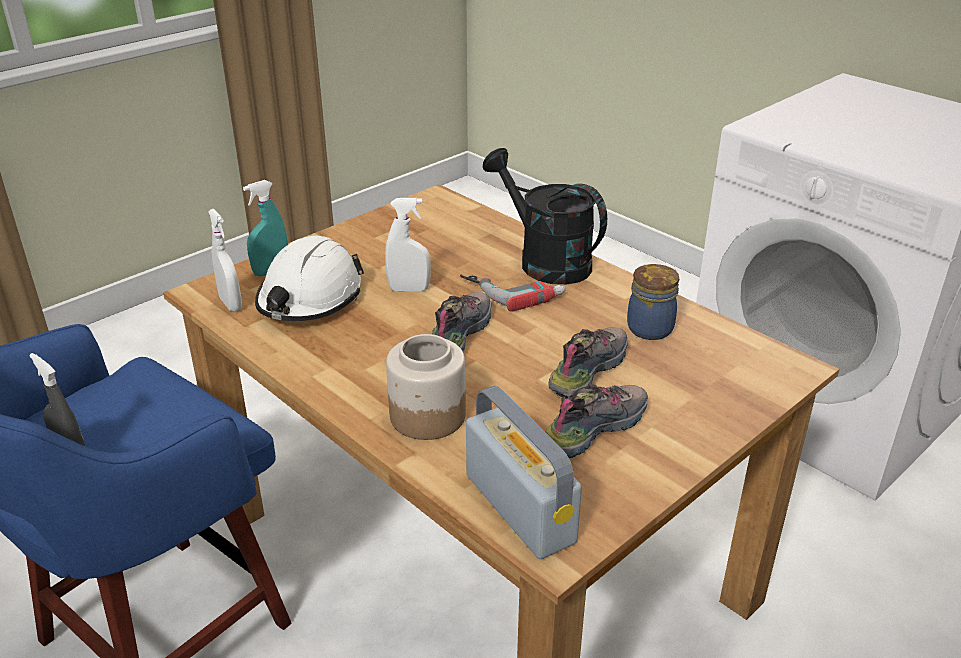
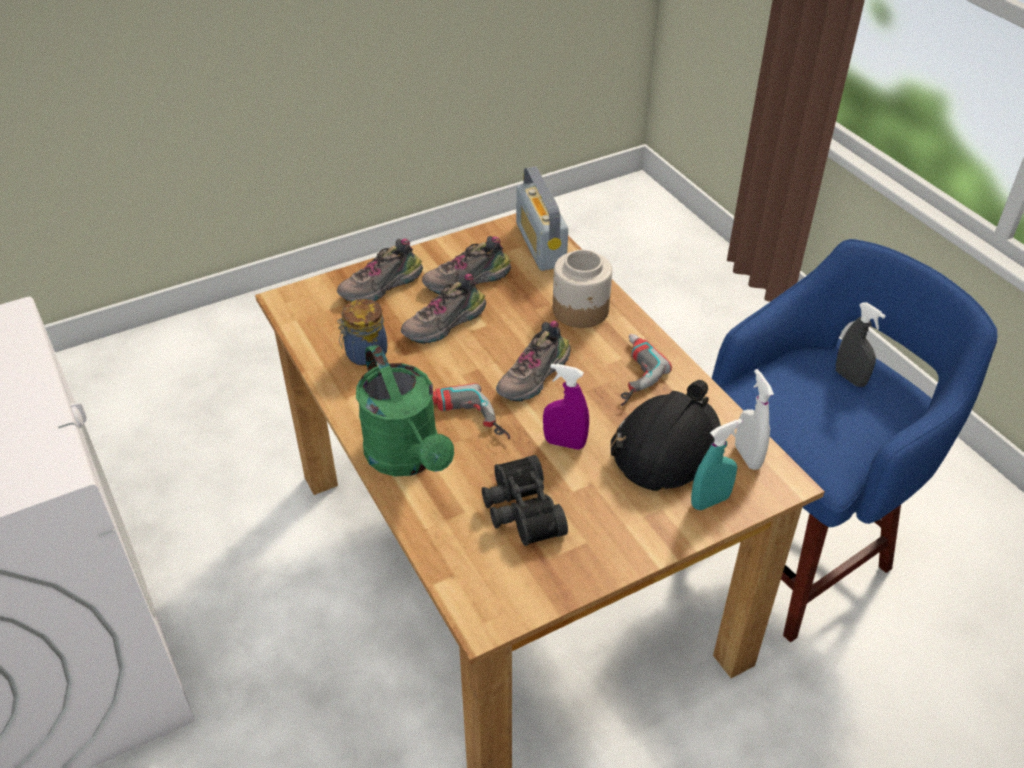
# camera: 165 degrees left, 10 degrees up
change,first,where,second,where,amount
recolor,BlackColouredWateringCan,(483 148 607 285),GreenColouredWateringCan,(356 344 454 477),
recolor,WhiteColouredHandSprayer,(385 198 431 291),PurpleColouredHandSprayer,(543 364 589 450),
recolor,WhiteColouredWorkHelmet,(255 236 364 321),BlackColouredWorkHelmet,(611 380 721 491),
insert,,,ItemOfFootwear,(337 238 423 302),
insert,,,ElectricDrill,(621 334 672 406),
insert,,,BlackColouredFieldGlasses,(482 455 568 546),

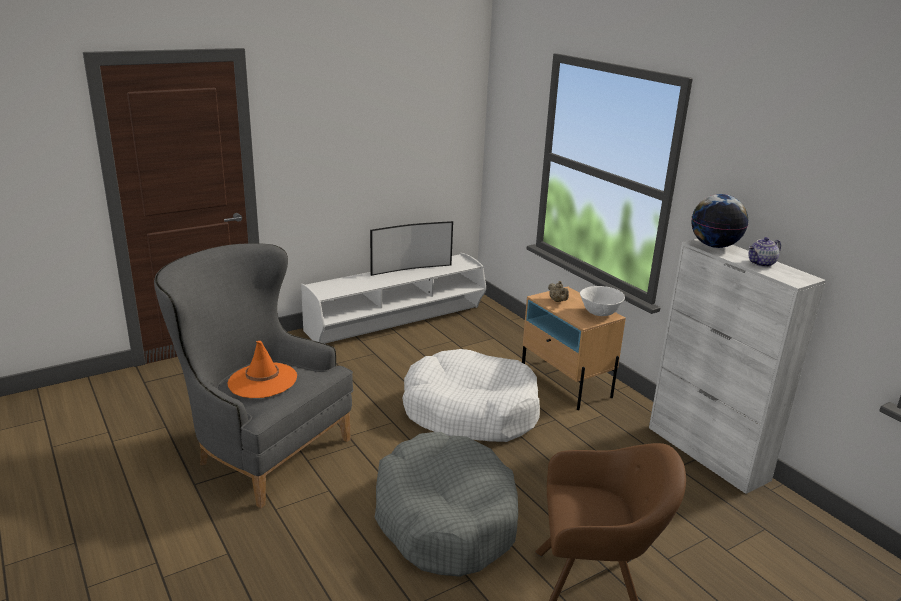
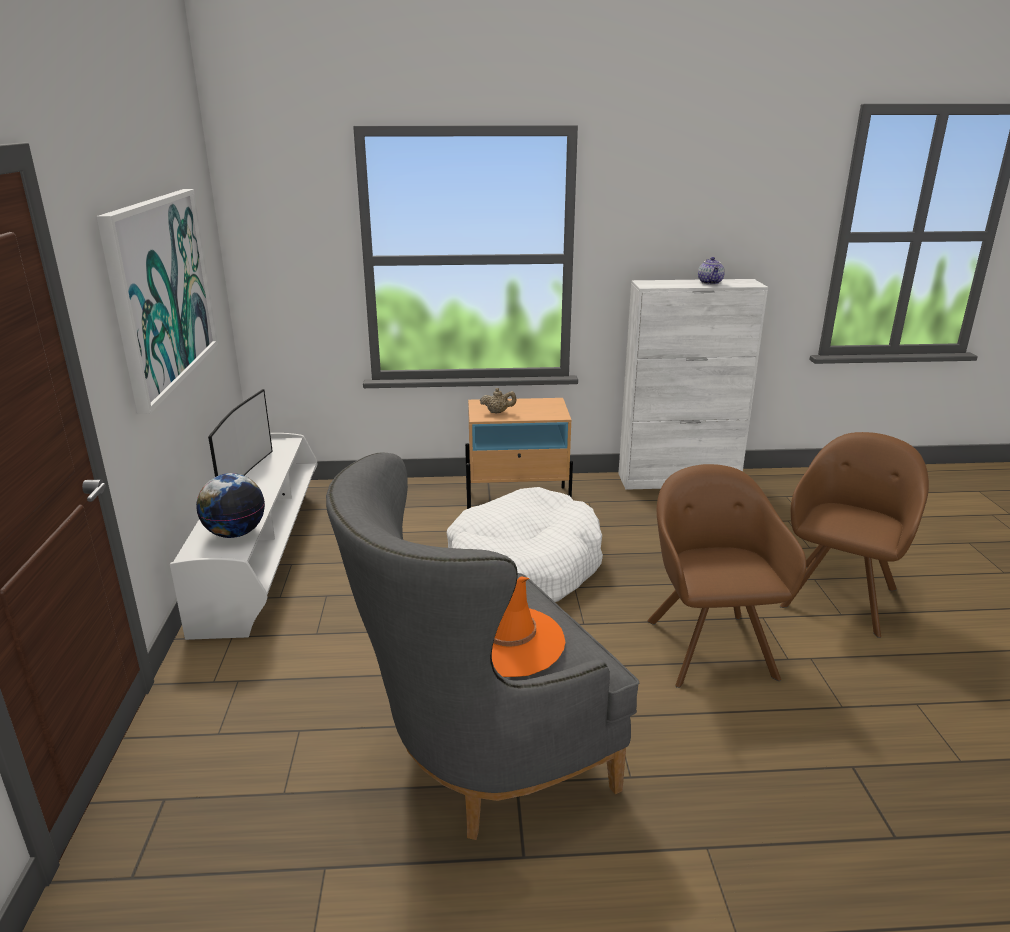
# camera: 60 degrees left, 0 degrees up
change,first,where,second,where,amount
move,Globe,(692 194 748 248),,(196 473 265 538),
delete,WhiteColouredDeepDish,(580 286 625 316),,,
replace,GreyPetBed,(374 432 518 577),BrownColouredLoungeChair,(647 464 806 688),
insert,,,WallPicture,(96 189 218 414),

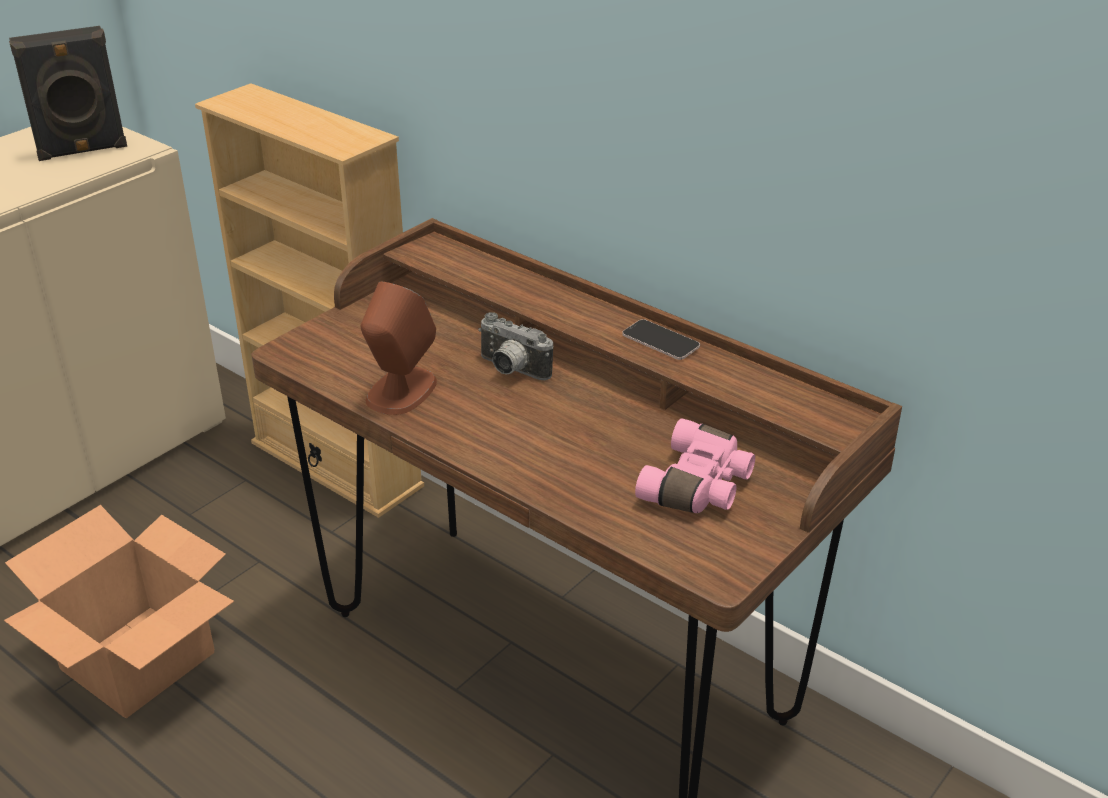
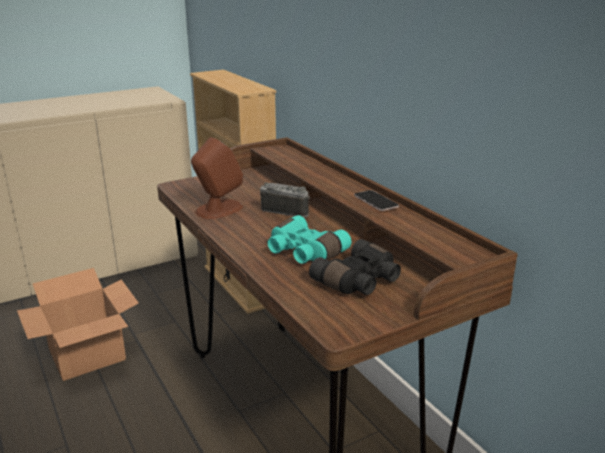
# camera: 20 degrees right, 10 degrees down
change,first,where,second,where,amount
delete,BlackColouredLoudspeaker,(9 26 127 161),,,
rotate,PhotoCamera,(478 312 554 380),,(260 182 310 217),150 degrees clockwise
recolor,PinkColouredFieldGlasses,(635 418 755 513),BlackColouredFieldGlasses,(309 239 401 295),
insert,,,TurquoiseFieldGlasses,(267 215 351 264),

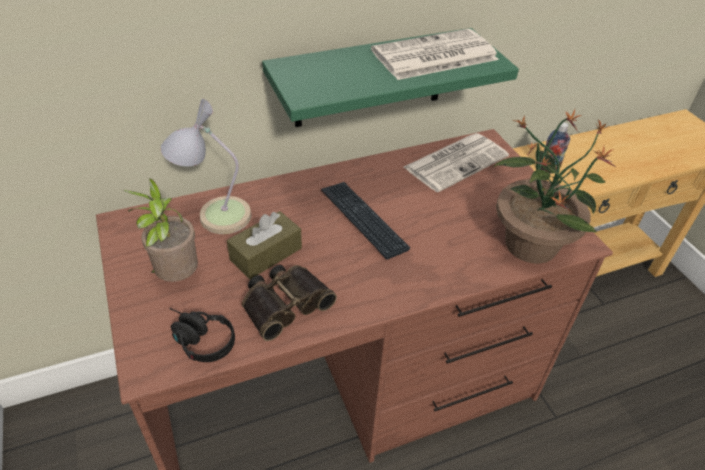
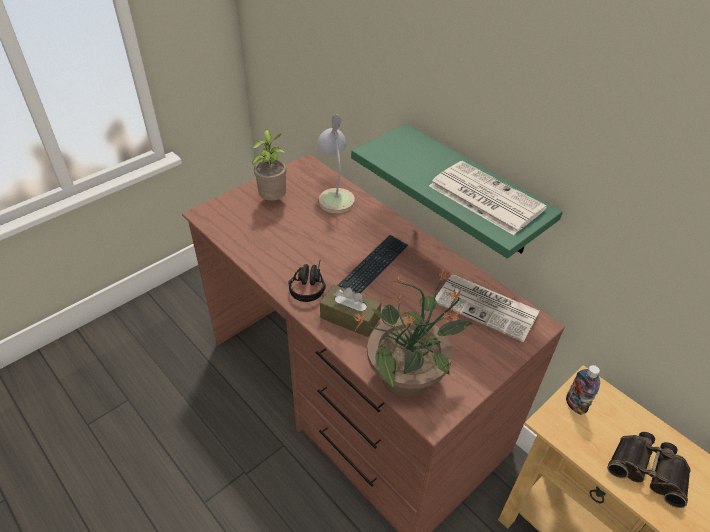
# camera: 70 degrees right, 0 degrees up
change,first,where,second,where,amount
move,BrownColouredTissueBox,(227 211 302 279),,(320 284 381 337),
move,FieldGlasses,(242 265 337 341),,(607 432 691 508),
move,BlackColouredPairOfHeadphones,(170 308 235 362),,(288 261 326 302),

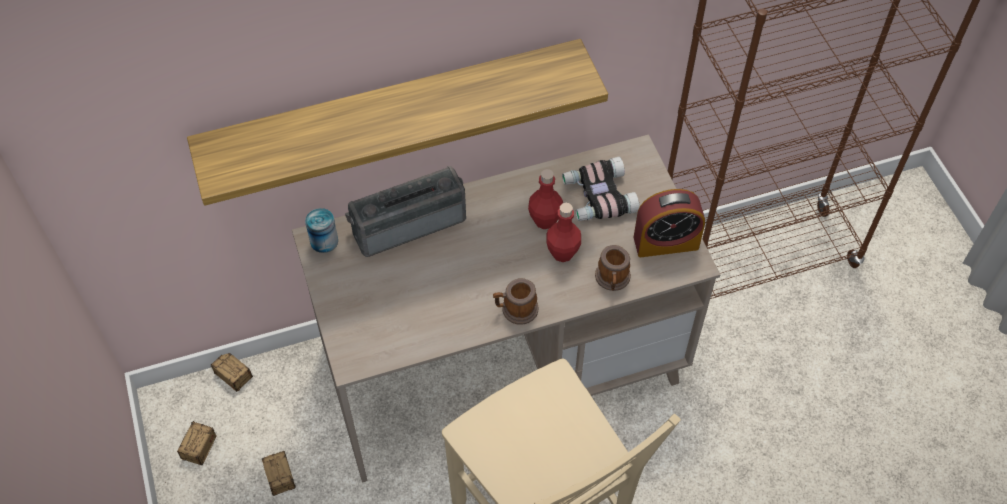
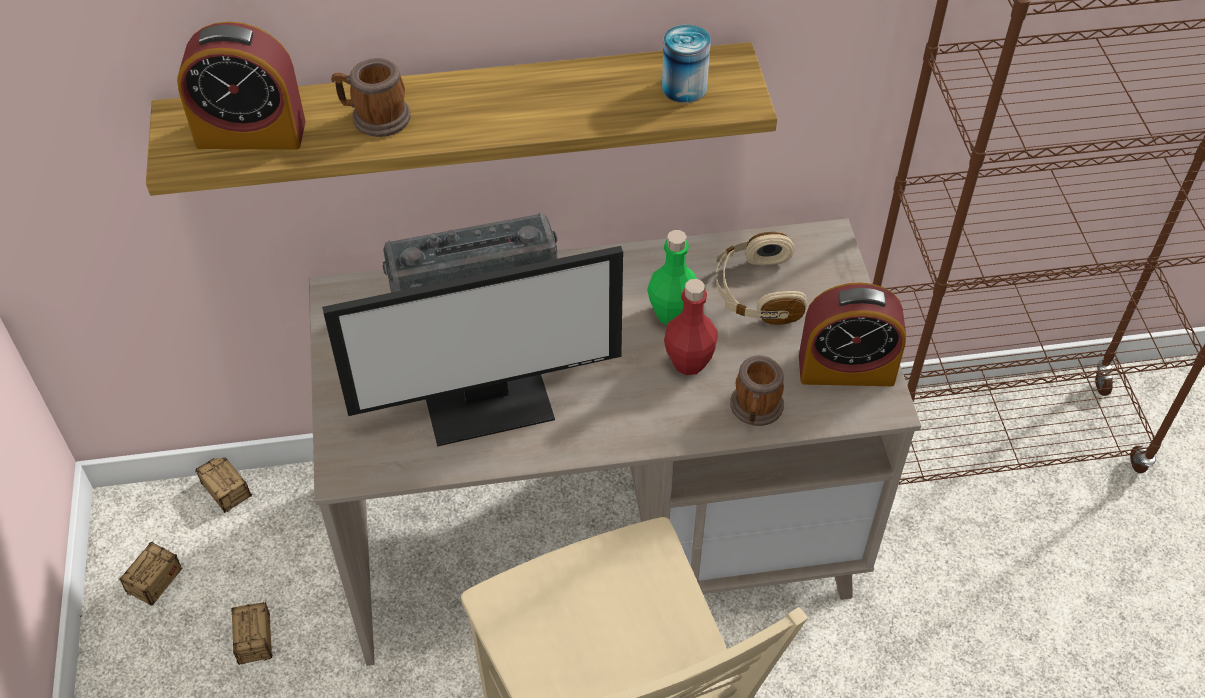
# camera: 10 degrees right, 5 degrees down
change,first,where,second,where,amount
replace,FieldGlasses,(562 157 640 221),SandColouredPairOfHeadphones,(716 232 807 325),
recolor,RedColouredBeverageBottle,(528 169 563 229),GreenColouredBeverageBottle,(647 230 697 325),
move,MetalCan,(305 208 338 253),,(662 25 711 103),
move,TeaMug,(493 278 538 325),,(331 58 411 137),
insert,,,TableClock,(177 22 305 150),
insert,,,ComputerScreen,(322 246 623 447),

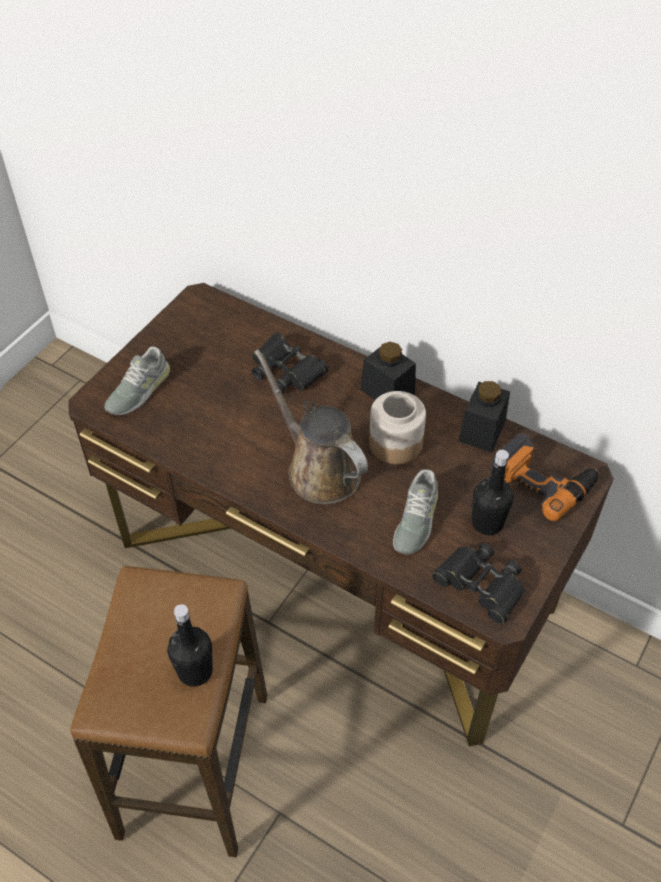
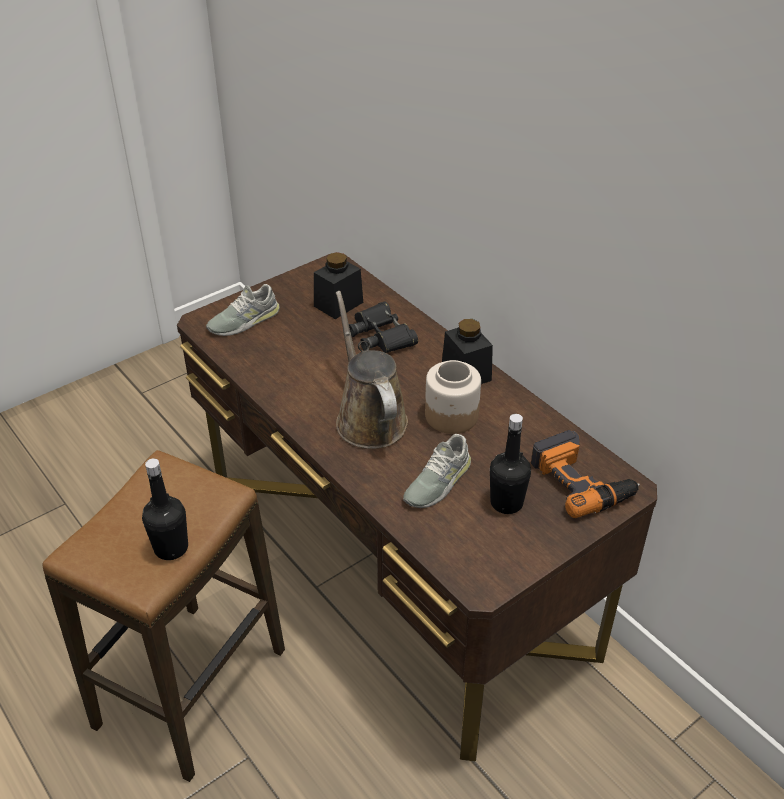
# camera: 20 degrees right, 10 degrees down
change,first,where,second,where,amount
move,BlackColouredJar,(458 381 510 452),,(314 252 363 319),
delete,BlackColouredFieldGlasses,(432 543 525 624),,,

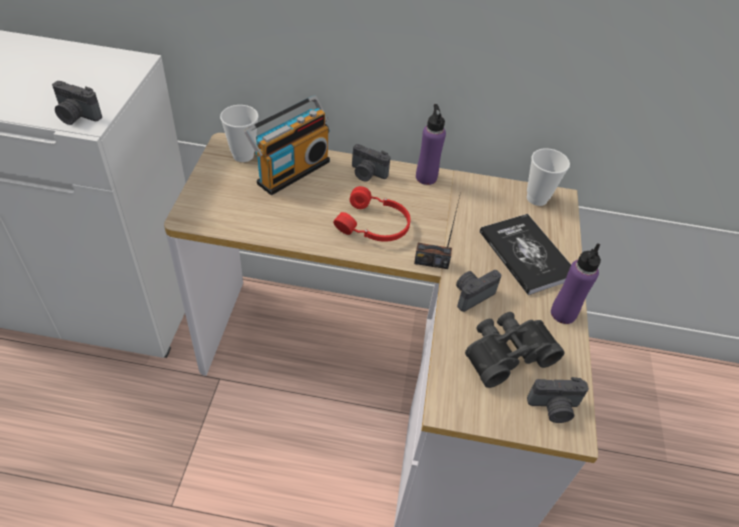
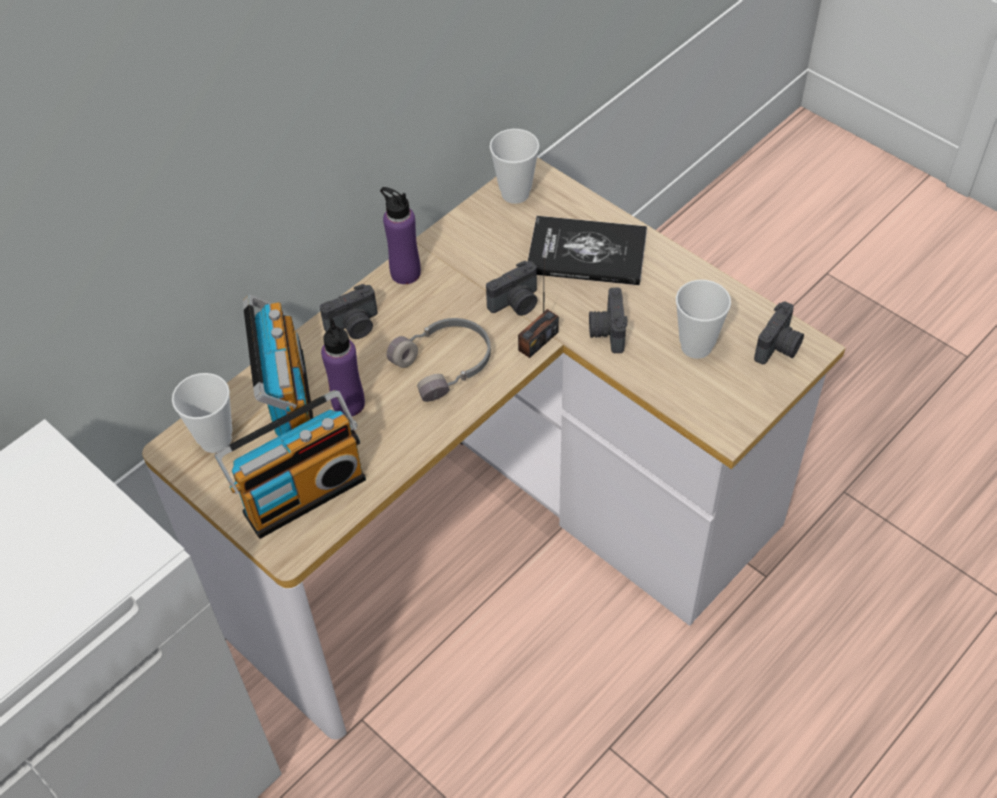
# camera: 50 degrees left, 5 degrees up
change,first,where,second,where,amount
move,PhotoCamera,(52 81 102 125),,(486 261 537 316),
recolor,RedColouredPairOfHeadphones,(333 186 411 242),GreyPairOfHeadphones,(387 318 491 402),
move,PurpleColouredBeverageBottle,(551 244 601 324),,(321 318 365 416),
replace,BlackColouredFieldGlasses,(465 312 564 388),DrinkingCup,(676 280 731 359),
insert,,,Radio,(214 390 366 539),

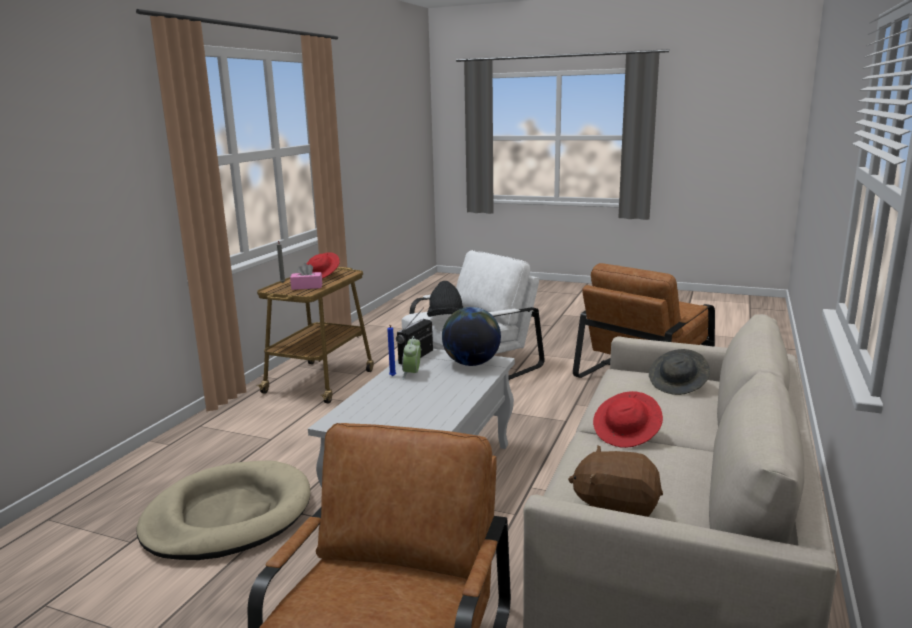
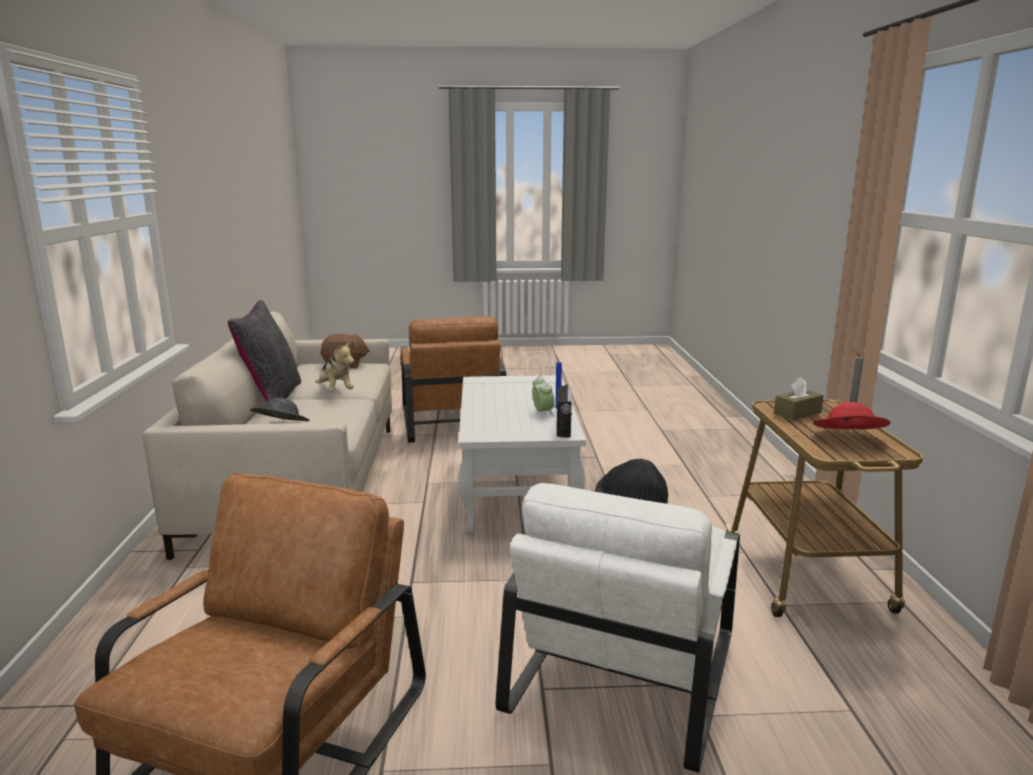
# camera: 155 degrees right, 0 degrees up
change,first,where,second,where,amount
recolor,PinkColouredTissueBox,(290 263 322 290),BrownColouredTissueBox,(774 377 824 420),
delete,Globe,(442 307 501 366),,,
replace,RedColouredWearableHat,(593 391 663 448),PlushToy,(315 341 354 391),
delete,SandColouredPetBed,(136 460 310 560),,,
insert,,,BlackColouredPillow,(228 300 301 402),

